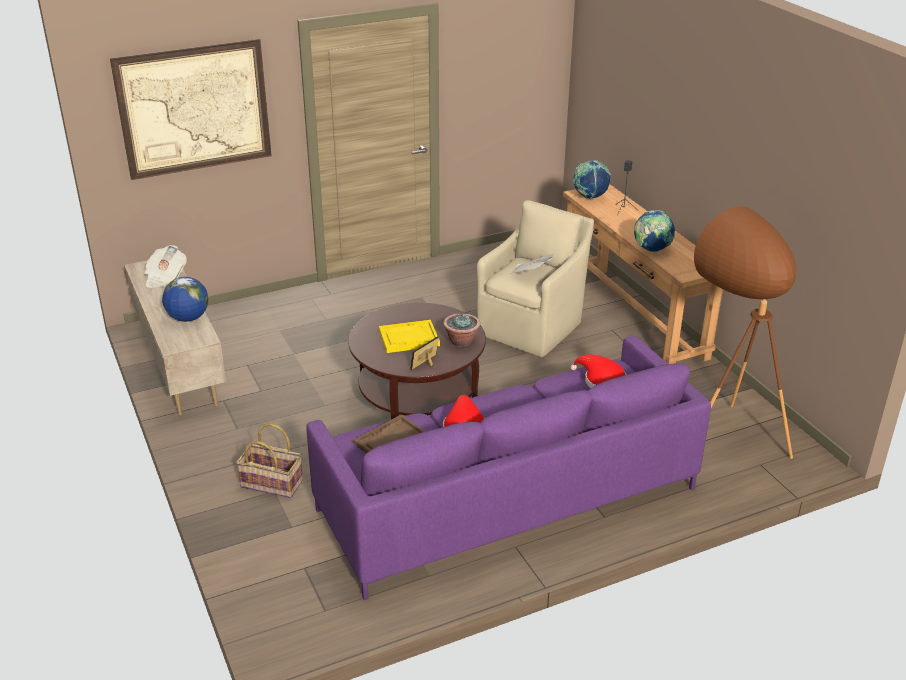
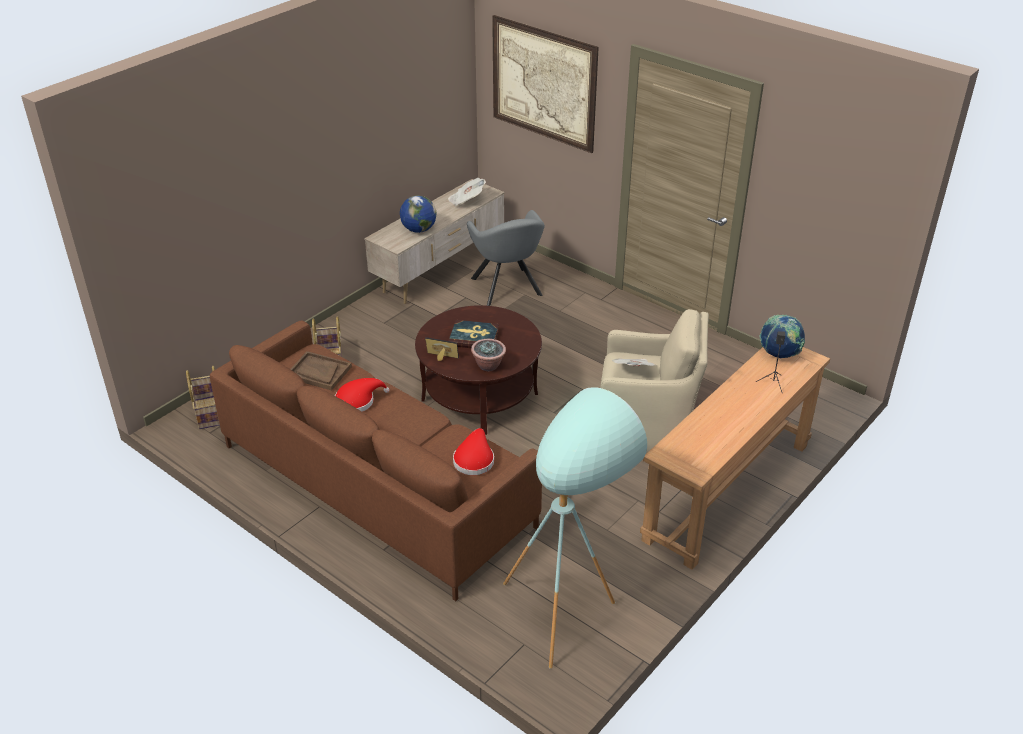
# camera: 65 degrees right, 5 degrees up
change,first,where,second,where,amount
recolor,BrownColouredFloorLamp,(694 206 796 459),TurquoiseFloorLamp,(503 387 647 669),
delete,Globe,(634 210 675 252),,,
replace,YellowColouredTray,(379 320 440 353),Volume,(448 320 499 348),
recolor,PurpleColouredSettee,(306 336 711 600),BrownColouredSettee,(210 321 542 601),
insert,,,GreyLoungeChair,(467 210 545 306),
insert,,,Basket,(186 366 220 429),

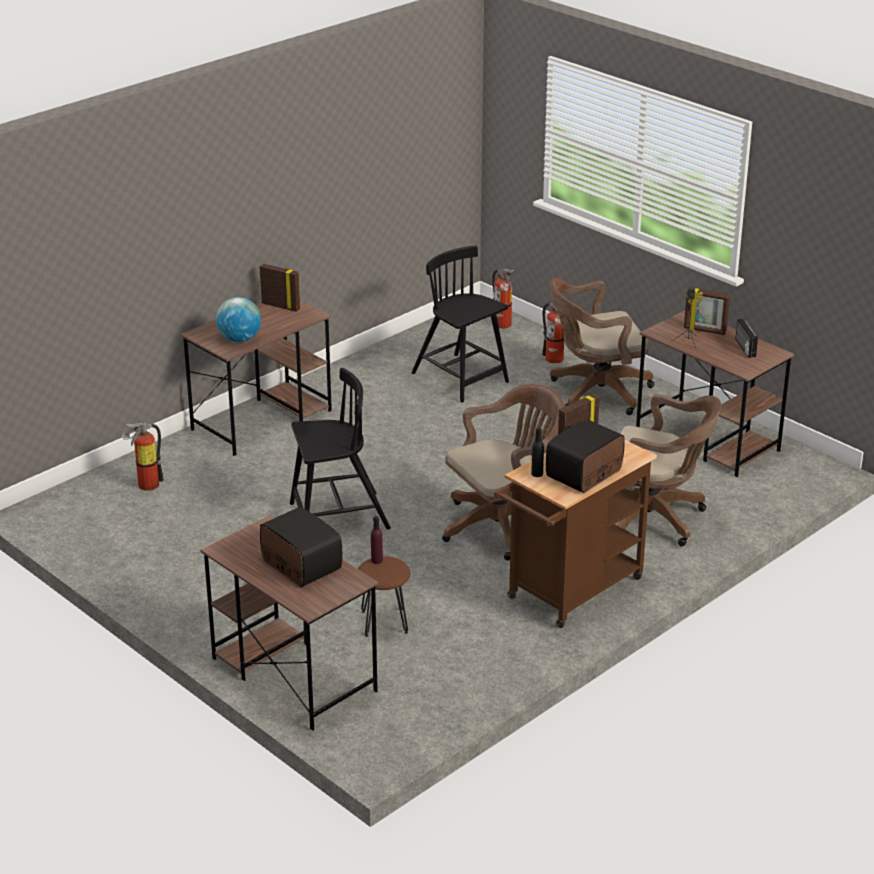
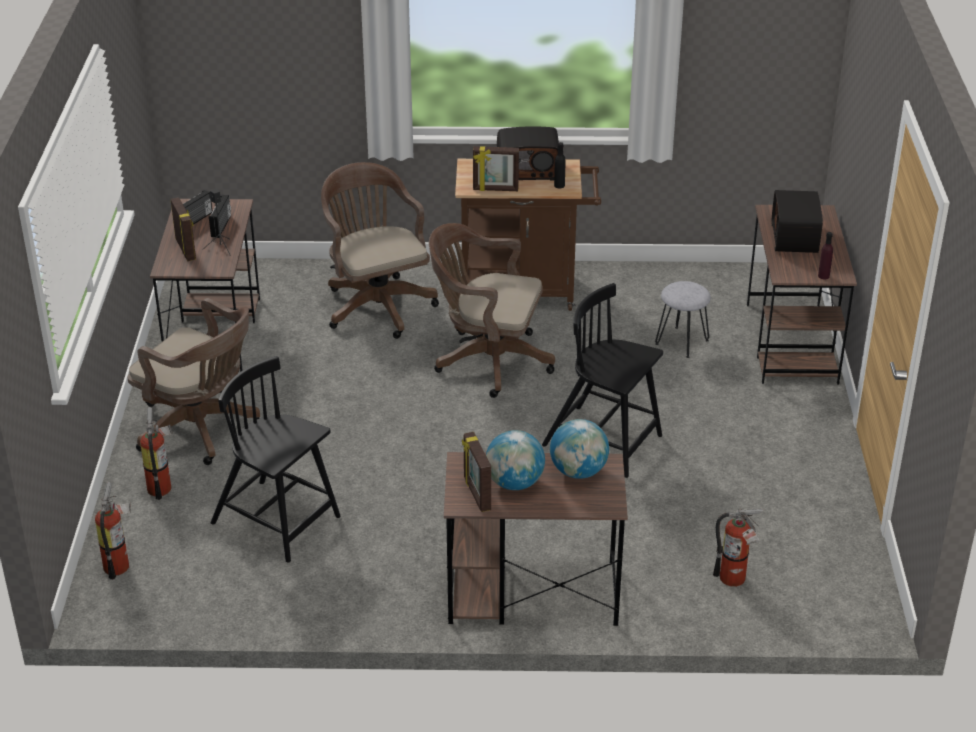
# camera: 135 degrees left, 5 degrees up
change,first,where,second,where,amount
rotate,BlackColouredPlainChair,(411 246 509 402),,(211 356 341 563),120 degrees clockwise
move,PurpleColouredBeverageBottle,(371 516 383 564),,(818 232 833 279),
recolor,BrownColouredStoolSeat,(358 556 410 637),GreyStoolSeat,(655 281 711 358),
insert,,,Radio,(209 195 231 238),
insert,,,Globe,(486 430 545 490),

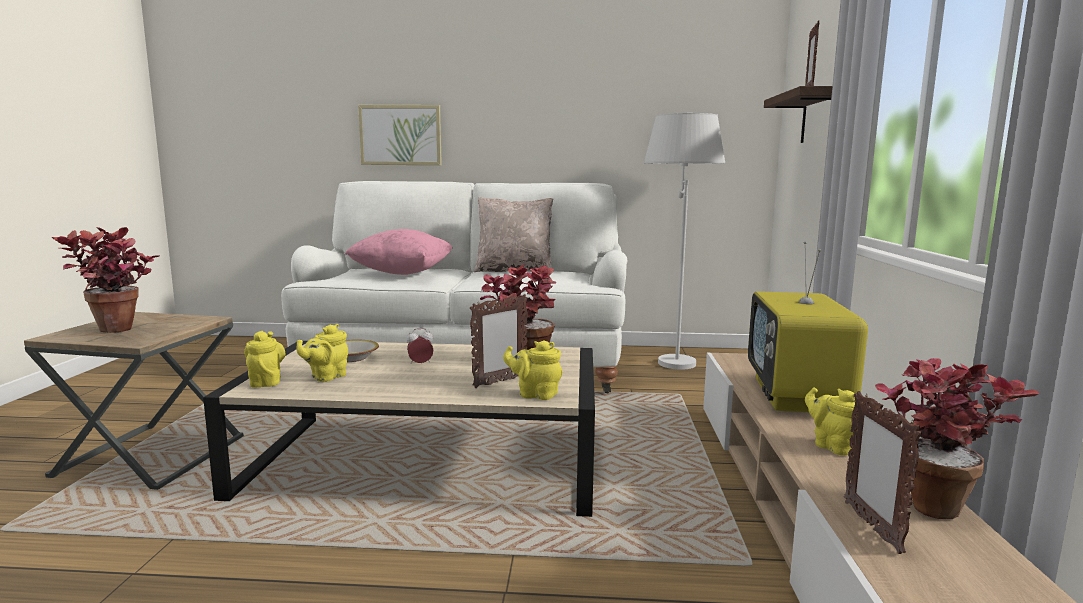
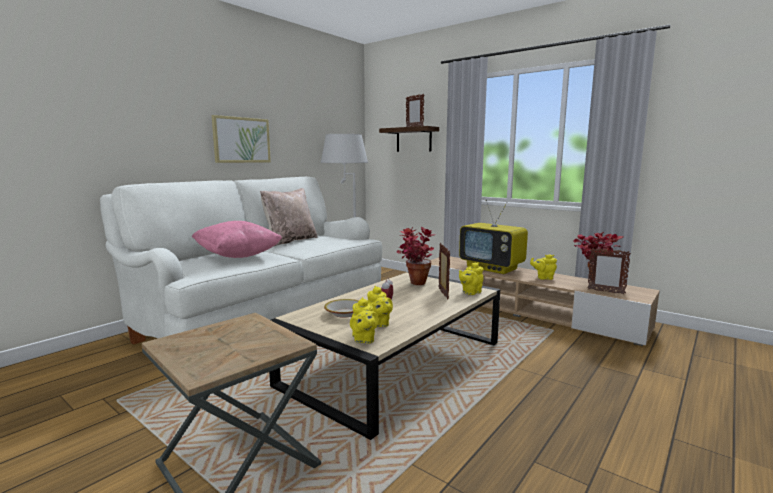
# camera: 55 degrees left, 0 degrees up
change,first,where,second,where,amount
move,WallPicture,(358 105 442 165),,(212 115 271 163),
delete,Houseplant,(52 227 159 333),,,
rotate,YellowColouredTeapot,(244 331 285 387),,(350 297 379 343),120 degrees counterclockwise

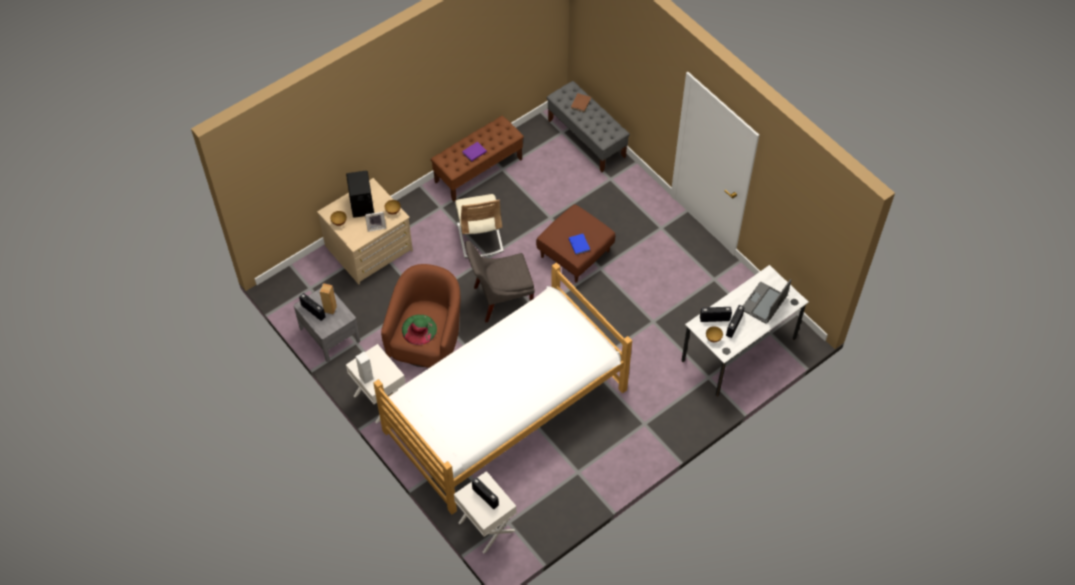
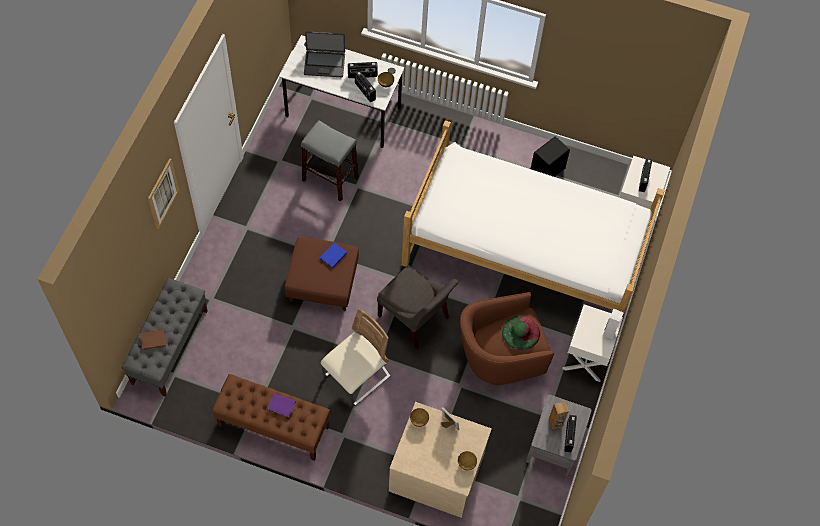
# camera: 125 degrees left, 5 degrees up
change,first,where,second,where,amount
move,BlackColouredLoudspeaker,(346 171 374 218),,(531 136 570 177),
insert,,,GreyStoolSeat,(301 120 359 202),
insert,,,WallPicture,(148 158 179 230),

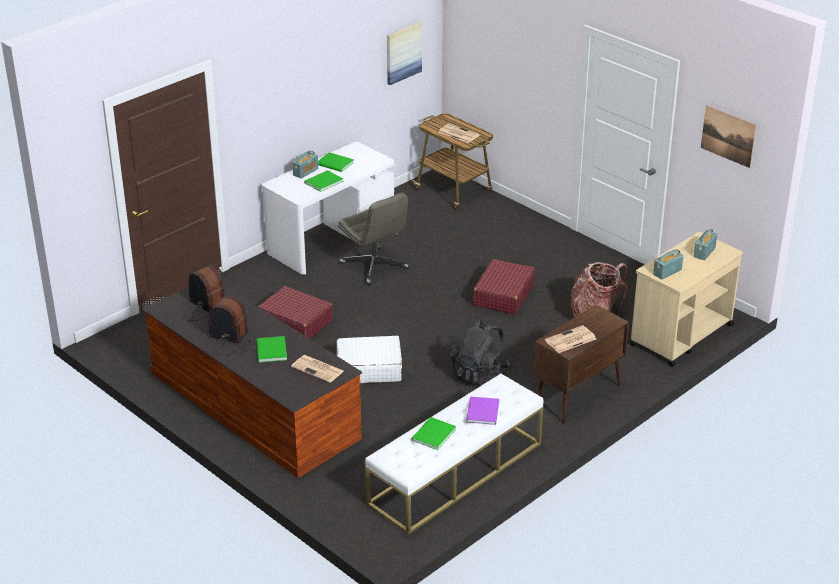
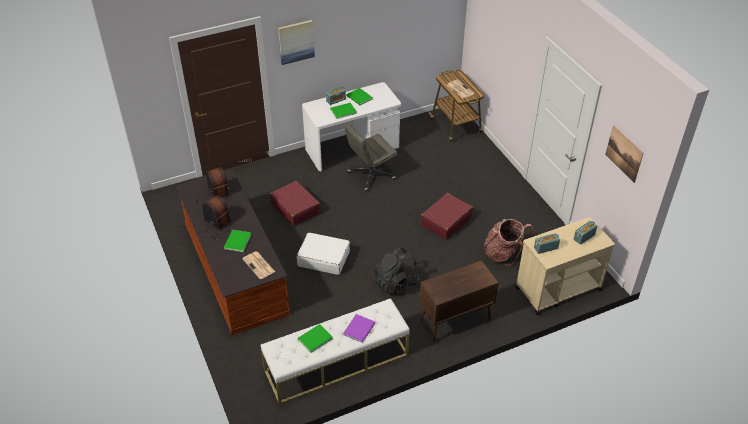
# camera: 20 degrees right, 10 degrees up
change,first,where,second,where,amount
move,WallPicture,(387 22 422 85),,(278 20 315 65),
rotate,GreyComputerChair,(338 193 409 285),,(345 124 397 192),75 degrees clockwise
delete,PrintedPaper,(545 325 596 353),,,

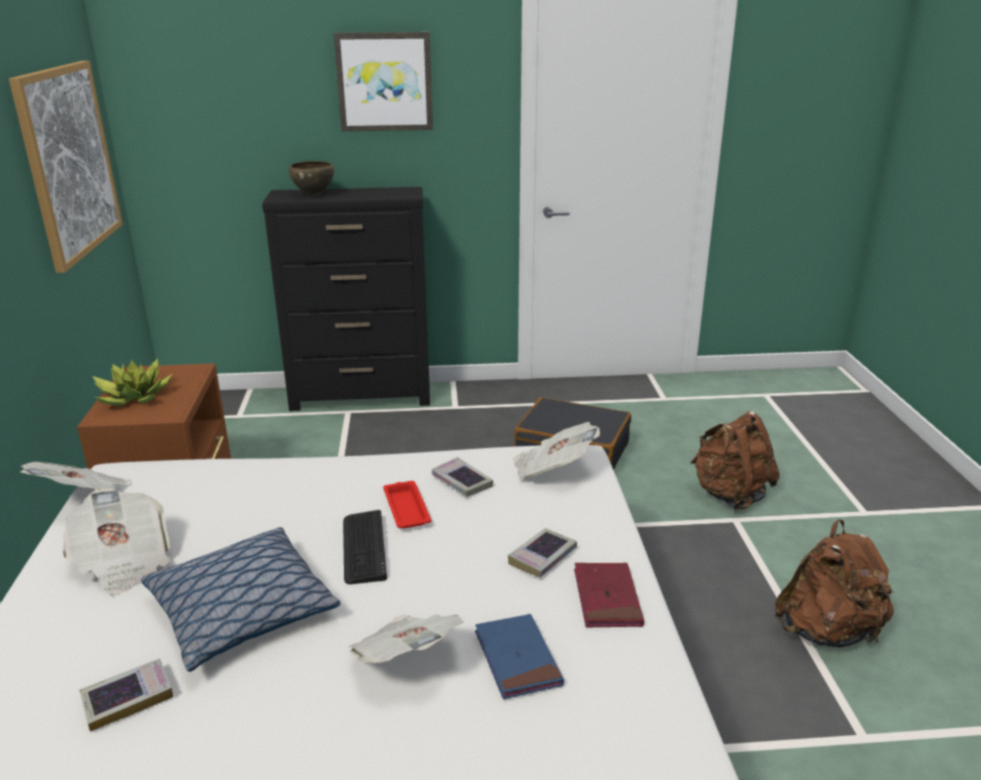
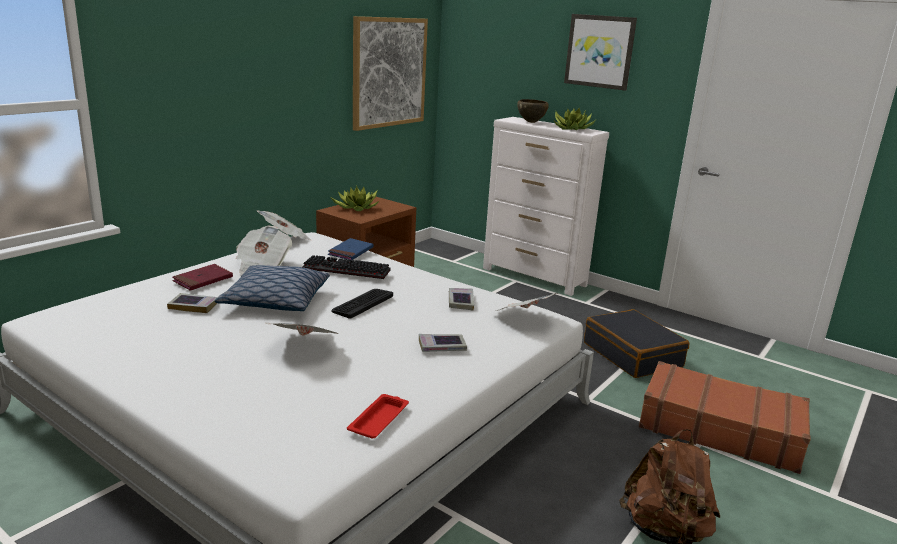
# camera: 40 degrees right, 5 degrees down
change,first,where,second,where,amount
recolor,BlackColouredChestOfDrawers,(262 187 430 411),WhiteColouredChestOfDrawers,(483 117 609 296),
replace,BrownColouredRucksack,(690 411 780 511),BrownColouredTravelCase,(639 361 811 474),
move,RedColouredTray,(383 481 431 528),,(347 394 409 438),
move,RedColouredVolume,(574 563 644 627),,(173 264 233 291),
move,BlueColouredVolume,(475 614 564 699),,(328 238 373 260),
insert,,,Houseplant,(554 107 596 130),
insert,,,PcKeyboard,(302 255 391 279),

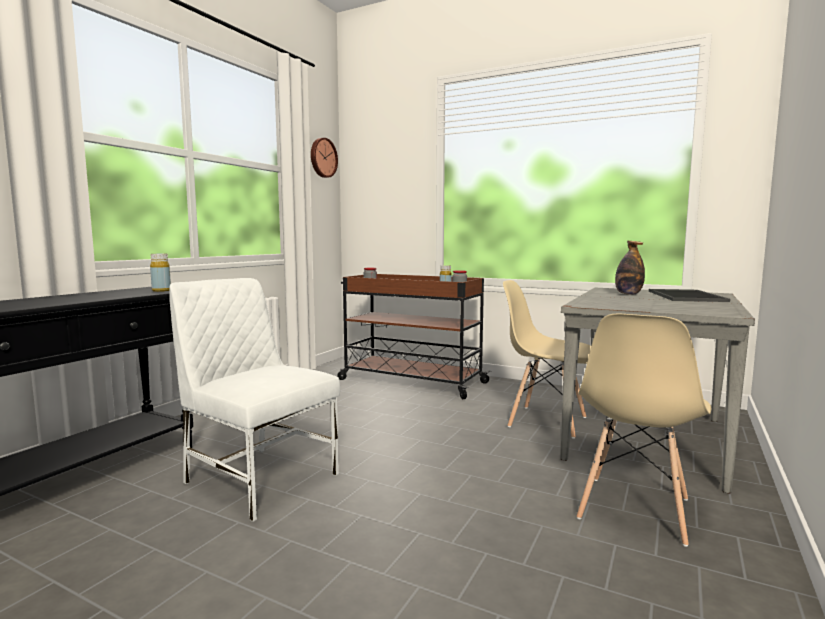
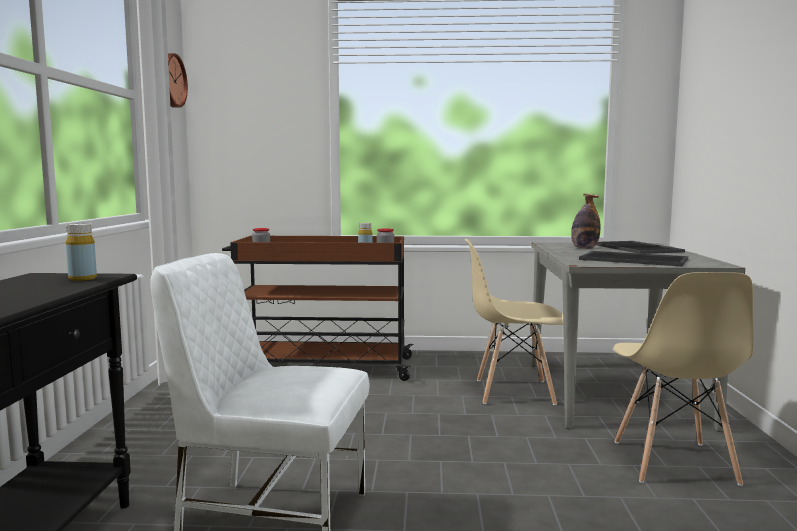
# camera: 25 degrees left, 0 degrees up
change,first,where,second,where,amount
insert,,,Tray,(579 251 688 267),

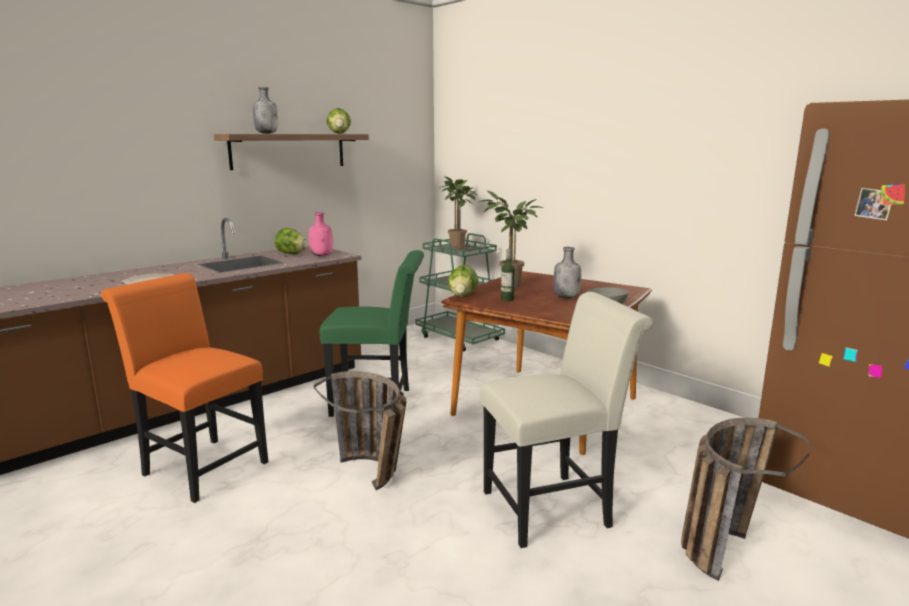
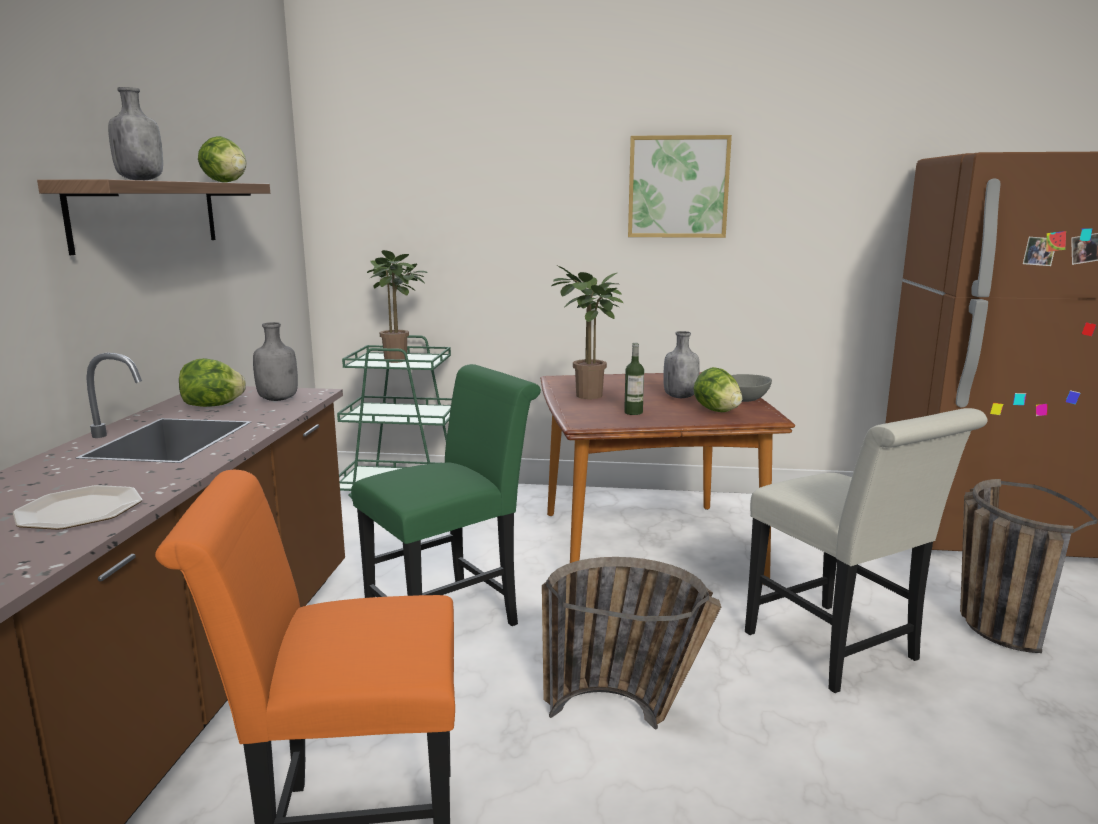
# camera: 40 degrees left, 0 degrees up
change,first,where,second,where,amount
recolor,PinkColouredBeverageBottle,(309 212 333 256),GreyBeverageBottle,(253 322 298 401),
move,HeadOfLettuce,(447 265 478 297),,(693 367 742 412),
rotate,WhiteColouredPlainChair,(480 292 653 548),,(745 408 988 693),120 degrees clockwise
insert,,,WallPicture,(628 135 732 238),

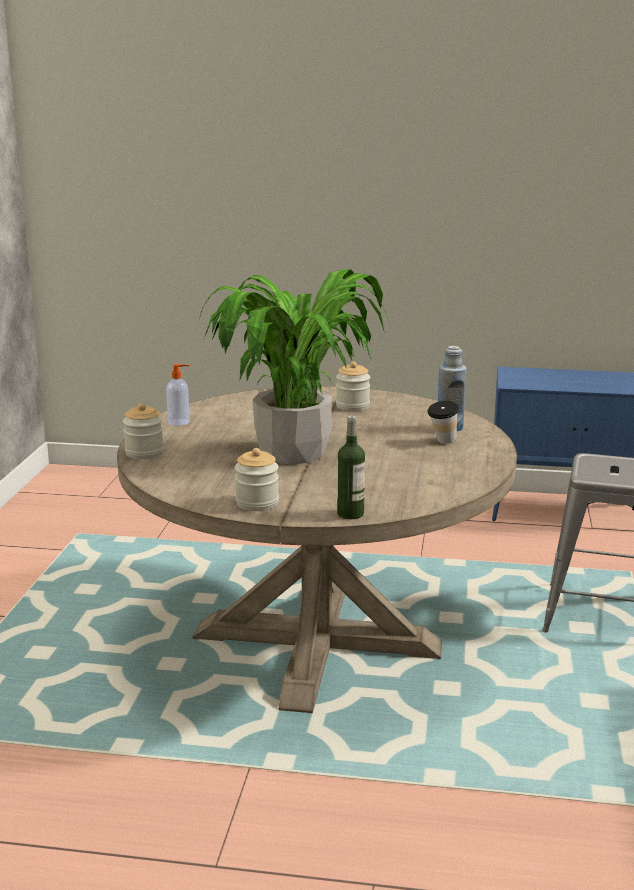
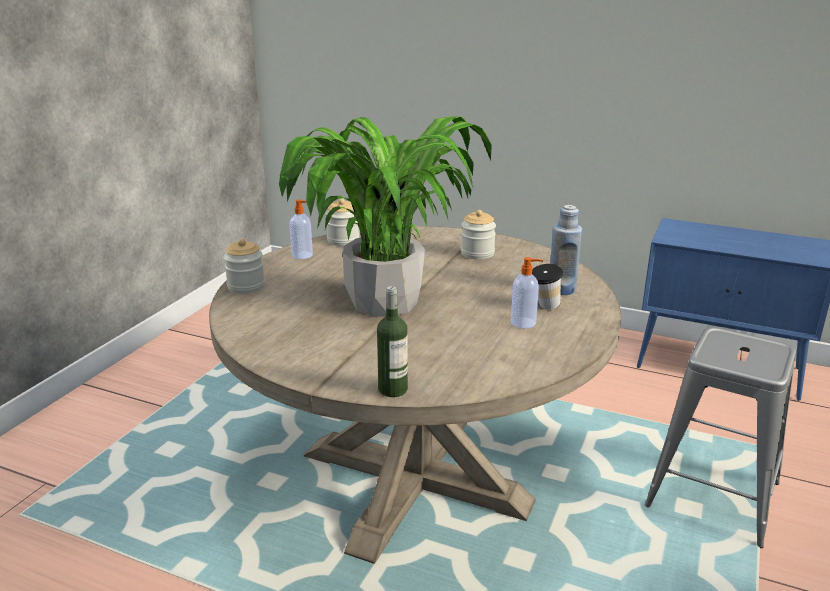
# camera: 15 degrees right, 5 degrees up
change,first,where,second,where,amount
move,Jar,(235 448 279 511),,(326 198 359 246),
insert,,,SoapDispenser,(511 257 543 328),

